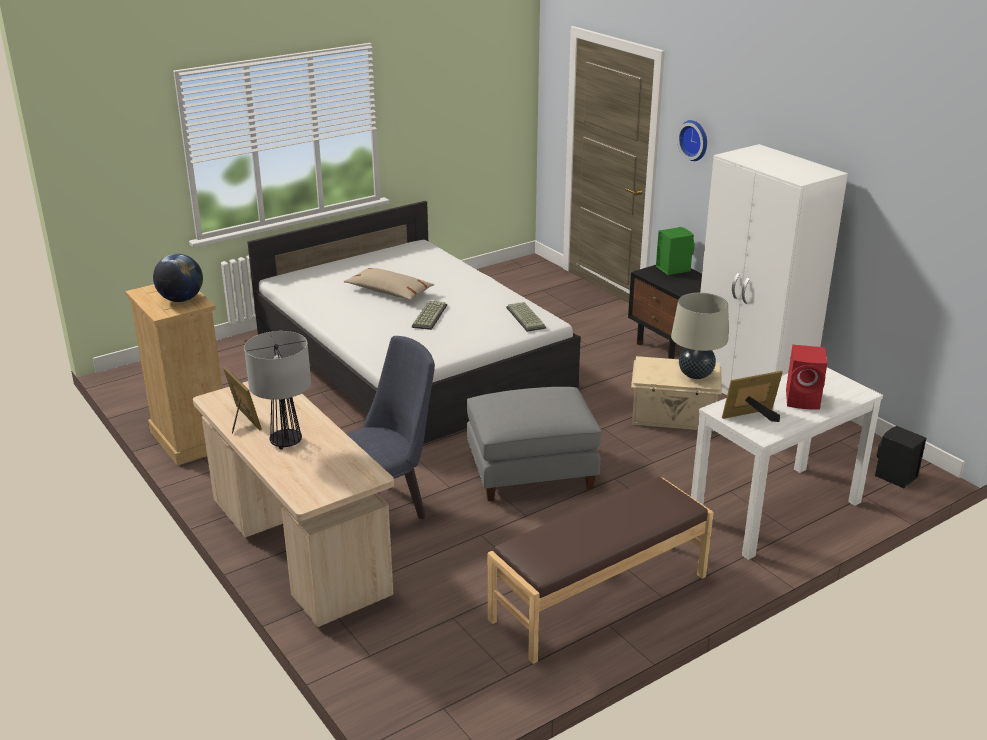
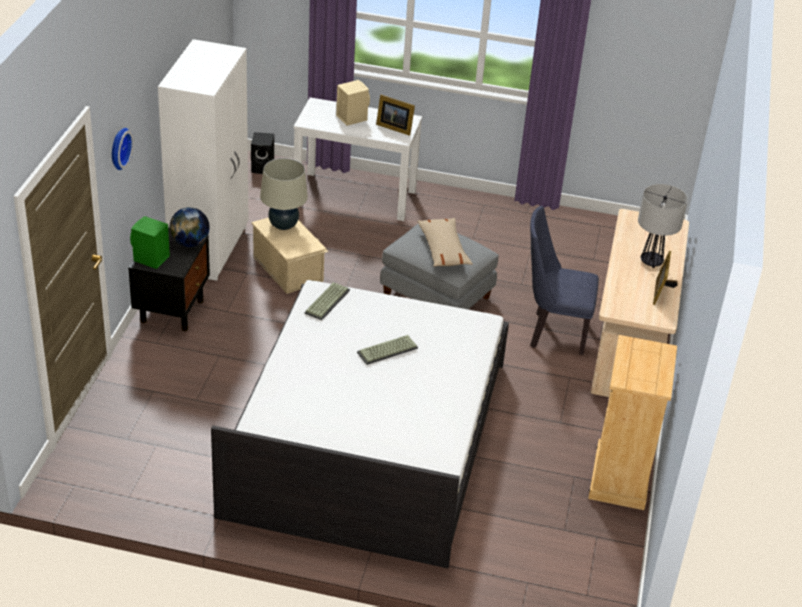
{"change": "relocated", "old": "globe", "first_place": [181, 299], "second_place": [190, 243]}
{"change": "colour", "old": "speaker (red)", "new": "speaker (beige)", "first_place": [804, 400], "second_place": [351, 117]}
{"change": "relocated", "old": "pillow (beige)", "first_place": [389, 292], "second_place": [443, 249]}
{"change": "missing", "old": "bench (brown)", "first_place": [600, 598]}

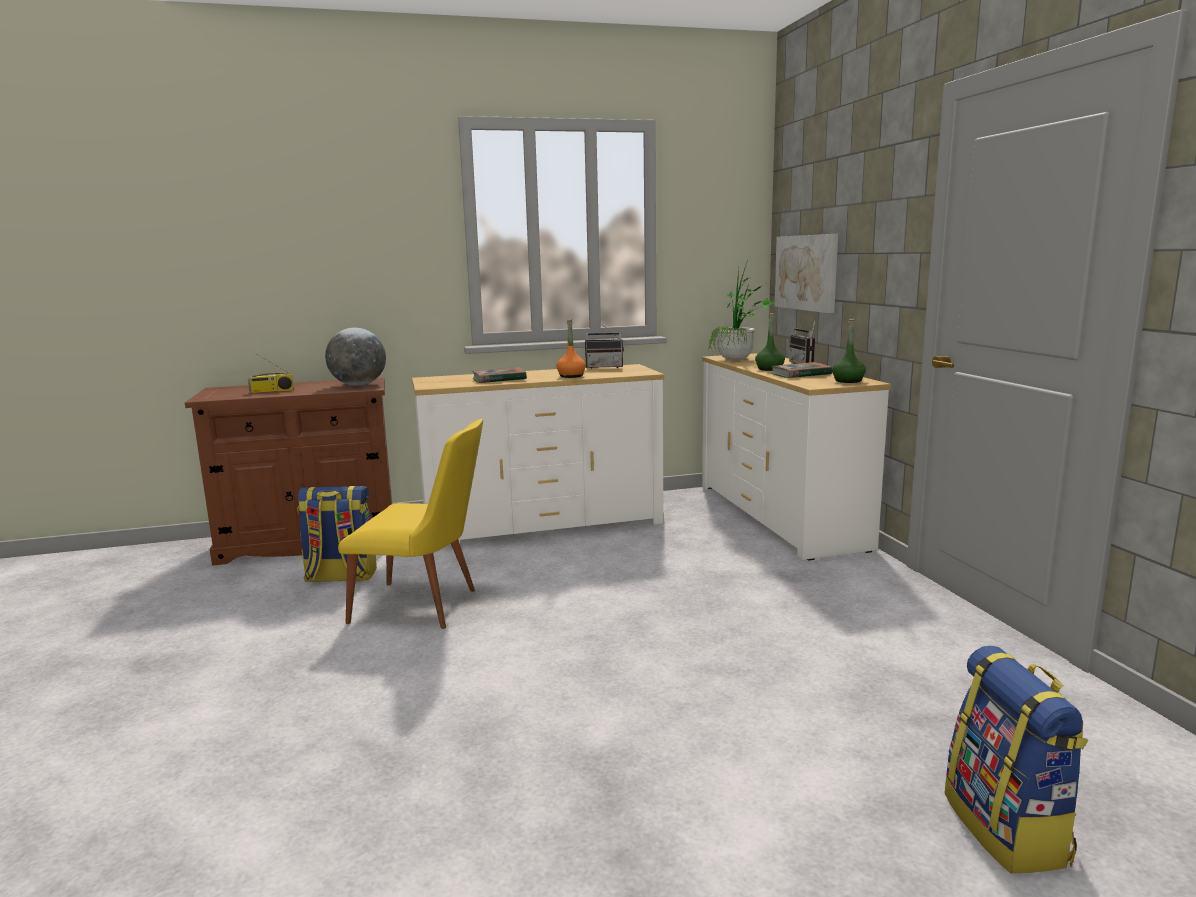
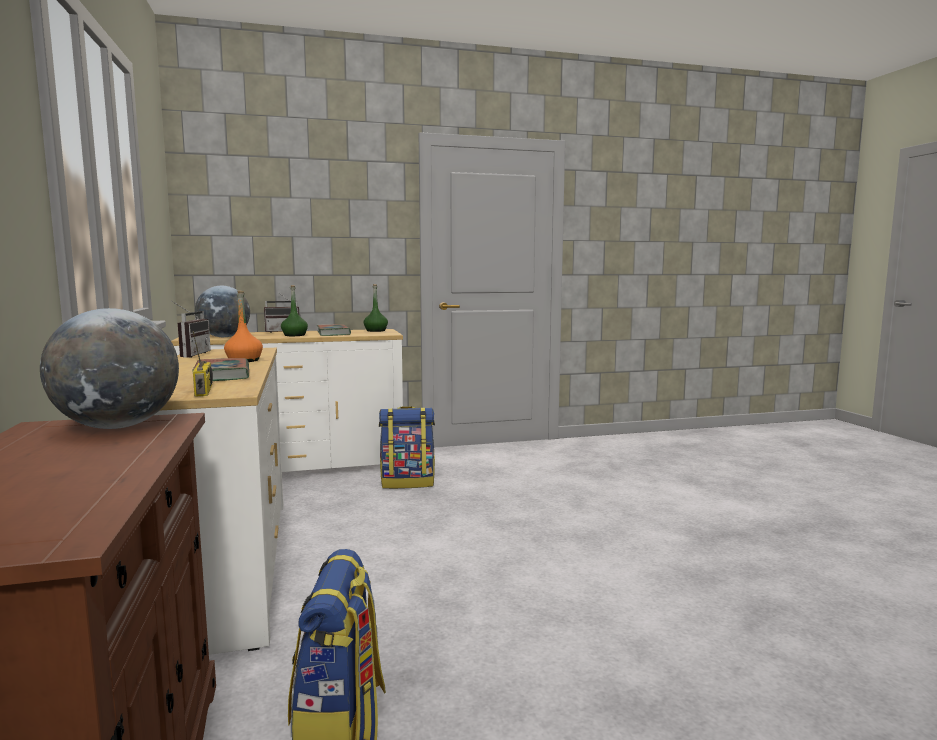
{"change": "relocated", "old": "radio", "first_place": [271, 391], "second_place": [204, 390]}
{"change": "exchanged", "old": "potted plant", "new": "globe", "first_place": [738, 360], "second_place": [224, 337]}
{"change": "relocated", "old": "backpack", "first_place": [1008, 829], "second_place": [408, 482]}
{"change": "missing", "old": "chair (yellow)", "first_place": [425, 607]}
{"change": "missing", "old": "picture", "first_place": [807, 272]}

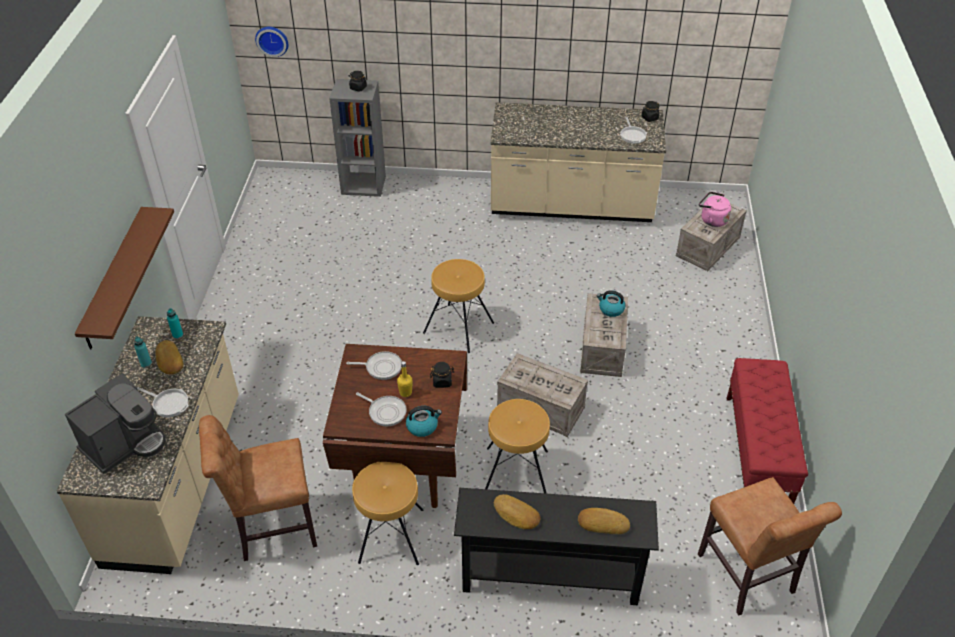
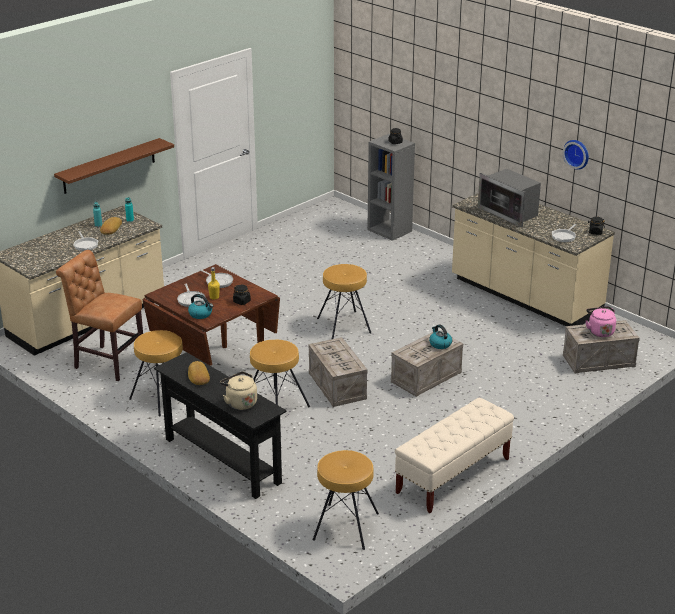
{"change": "exchanged", "old": "bread", "new": "kettle (beige)", "first_place": [603, 523], "second_place": [240, 403]}
{"change": "exchanged", "old": "chair (brown)", "new": "stool (brown)", "first_place": [748, 578], "second_place": [345, 526]}
{"change": "colour", "old": "bench (red)", "new": "bench (beige)", "first_place": [757, 451], "second_place": [453, 476]}
{"change": "appeared", "new": "microwave", "second_place": [509, 212]}
{"change": "relocated", "old": "wall clock", "first_place": [272, 40], "second_place": [577, 153]}
{"change": "missing", "old": "coffee machine", "first_place": [125, 443]}

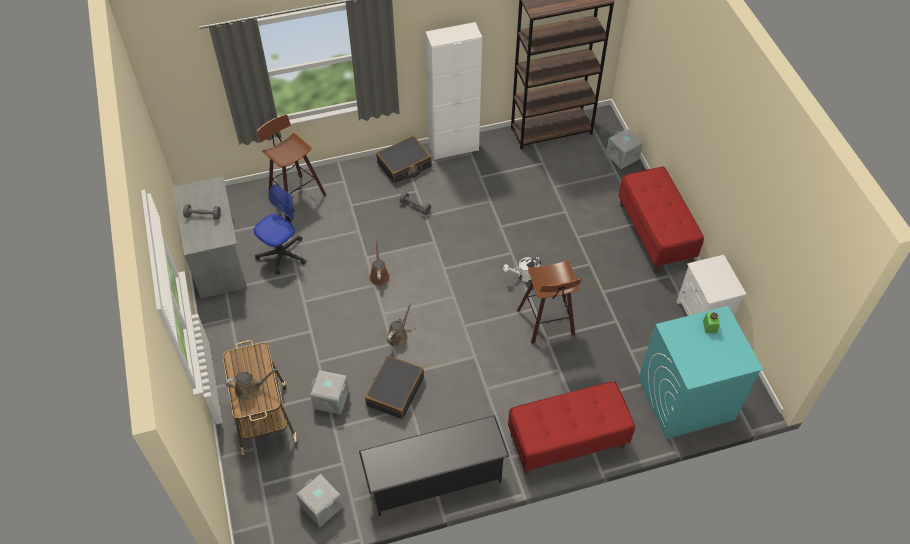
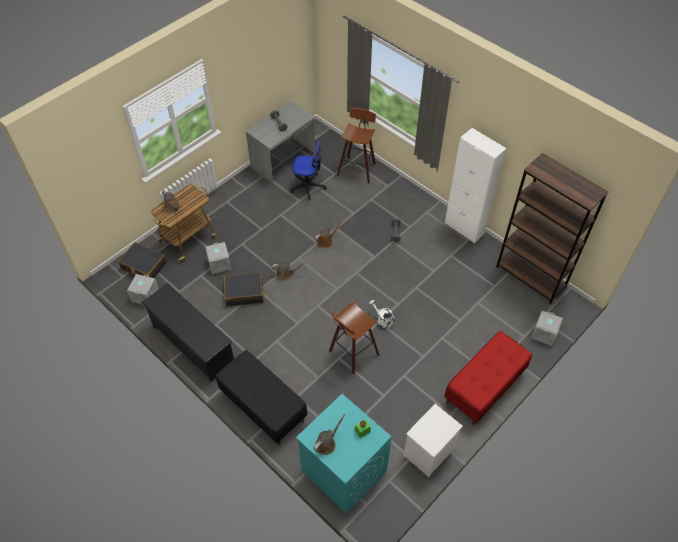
{"change": "relocated", "old": "suitcase (black)", "first_place": [404, 165], "second_place": [143, 266]}
{"change": "colour", "old": "bench (red)", "new": "bench (black)", "first_place": [567, 441], "second_place": [263, 407]}
{"change": "appeared", "new": "watering can (brown)", "second_place": [327, 443]}

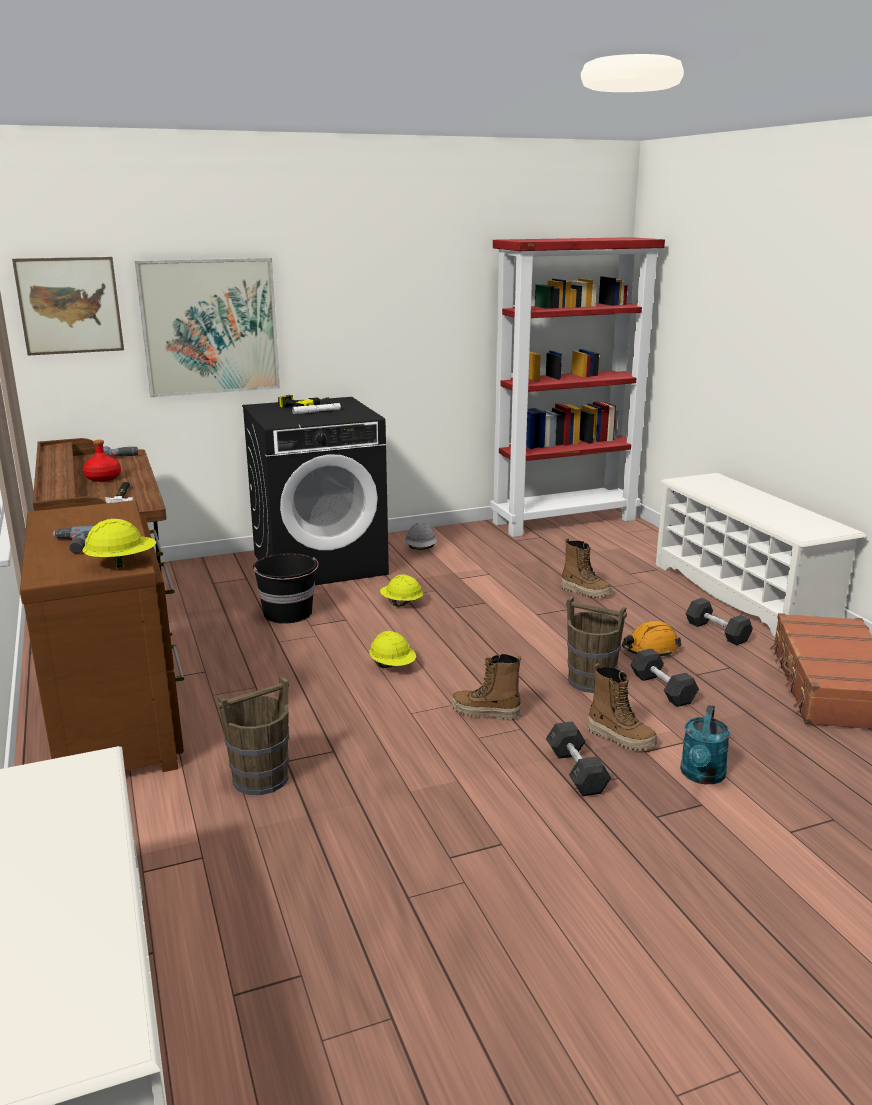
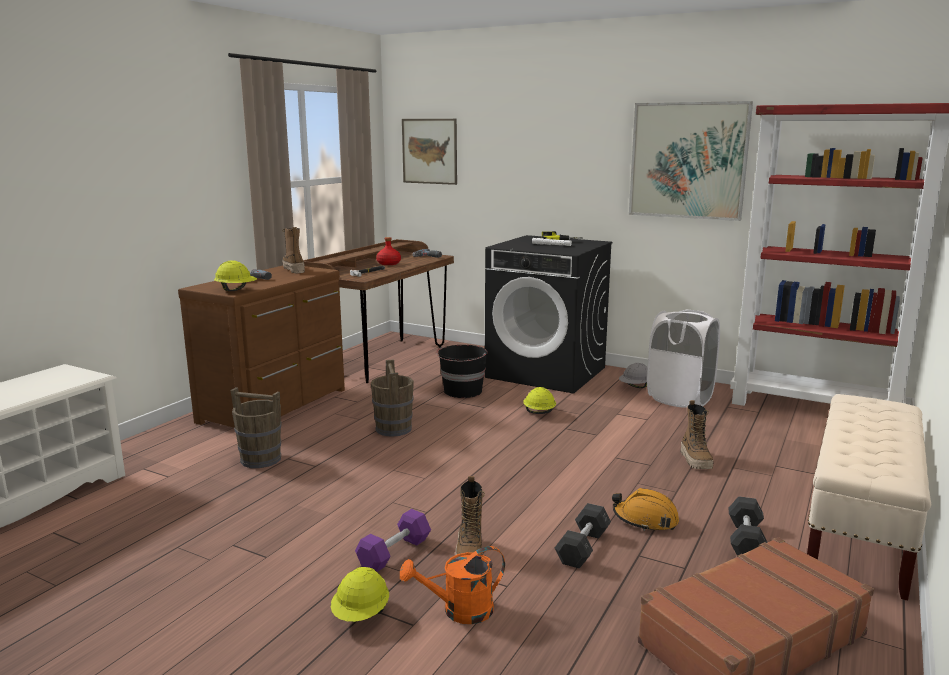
{"change": "relocated", "old": "boot", "first_place": [485, 713], "second_place": [293, 269]}
{"change": "relocated", "old": "hard hat (yellow)", "first_place": [393, 666], "second_place": [361, 615]}
{"change": "colour", "old": "dumbbell (grey)", "new": "dumbbell (purple)", "first_place": [576, 771], "second_place": [394, 553]}
{"change": "relocated", "old": "bucket (brown)", "first_place": [591, 681], "second_place": [393, 429]}
{"change": "colour", "old": "watering can (turquoise)", "new": "watering can (orange)", "first_place": [702, 776], "second_place": [459, 611]}
{"change": "relocated", "old": "picture", "first_place": [210, 327], "second_place": [688, 160]}
{"change": "appeared", "new": "laundry basket (white)", "second_place": [680, 398]}
{"change": "exchanged", "old": "shoe rack (white)", "new": "bench (beige)", "first_place": [742, 595], "second_place": [859, 529]}

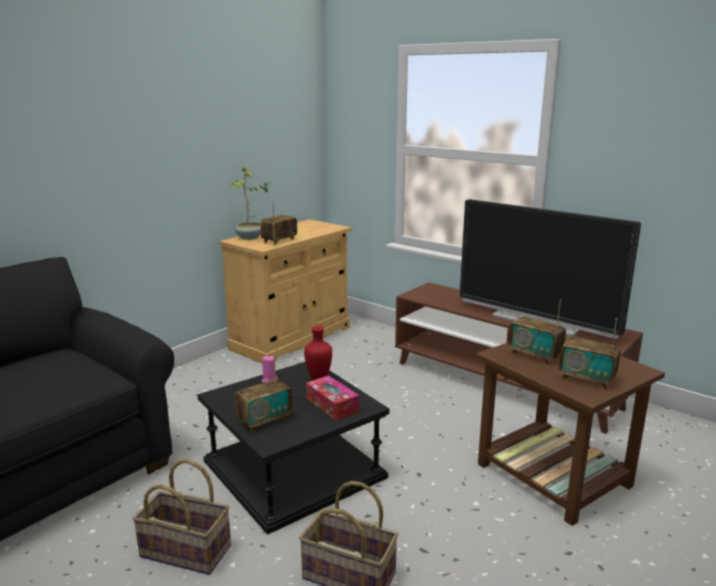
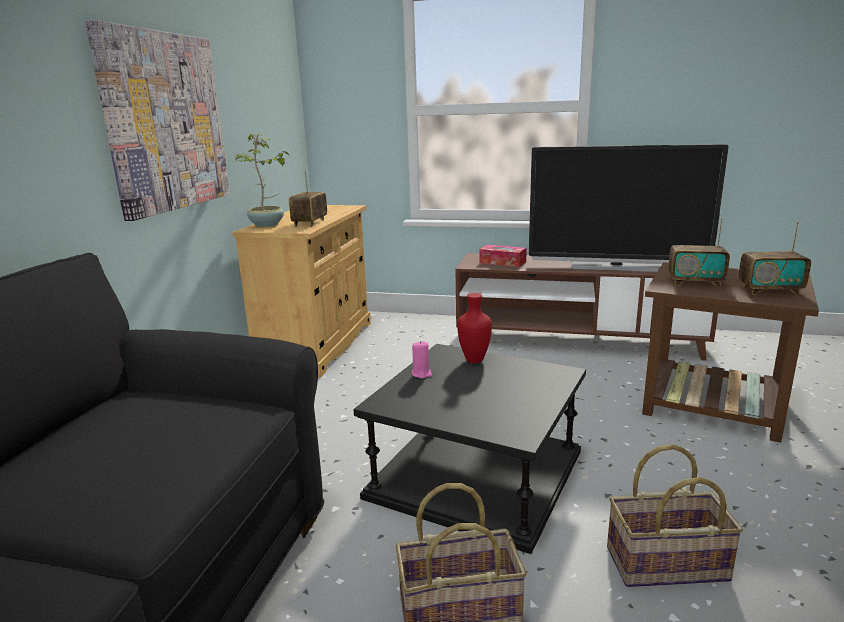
{"change": "appeared", "new": "picture", "second_place": [165, 122]}
{"change": "relocated", "old": "tissue box", "first_place": [332, 405], "second_place": [502, 262]}
{"change": "missing", "old": "radio", "first_place": [265, 420]}

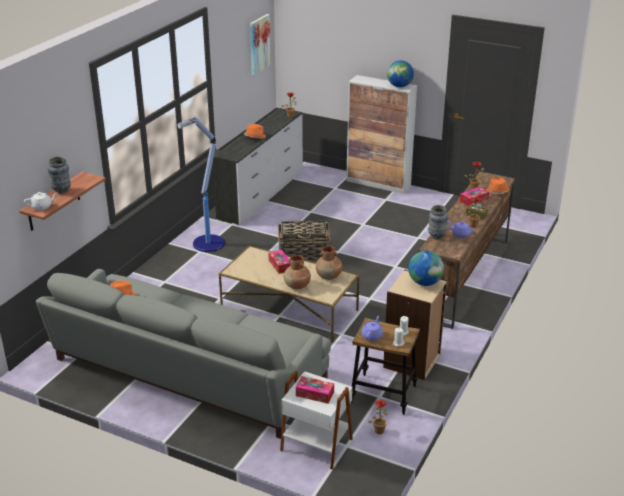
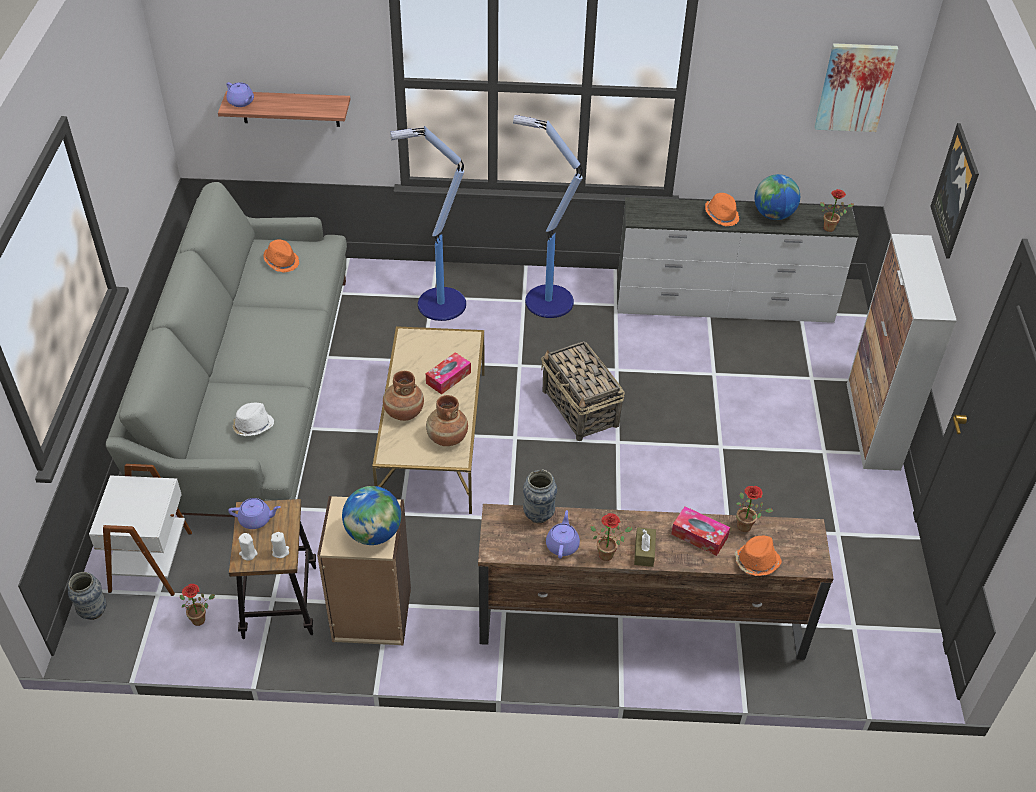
{"change": "relocated", "old": "vase", "first_place": [61, 191], "second_place": [93, 612]}
{"change": "colour", "old": "teapot (white)", "new": "teapot (purple)", "first_place": [42, 207], "second_place": [241, 102]}
{"change": "appeared", "new": "hat (white)", "second_place": [253, 426]}
{"change": "appeared", "new": "floor lamp", "second_place": [439, 304]}
{"change": "relocated", "old": "globe", "first_place": [399, 86], "second_place": [773, 215]}
{"change": "appeared", "new": "picture", "second_place": [956, 191]}
{"change": "missing", "old": "tissue box", "first_place": [315, 394]}

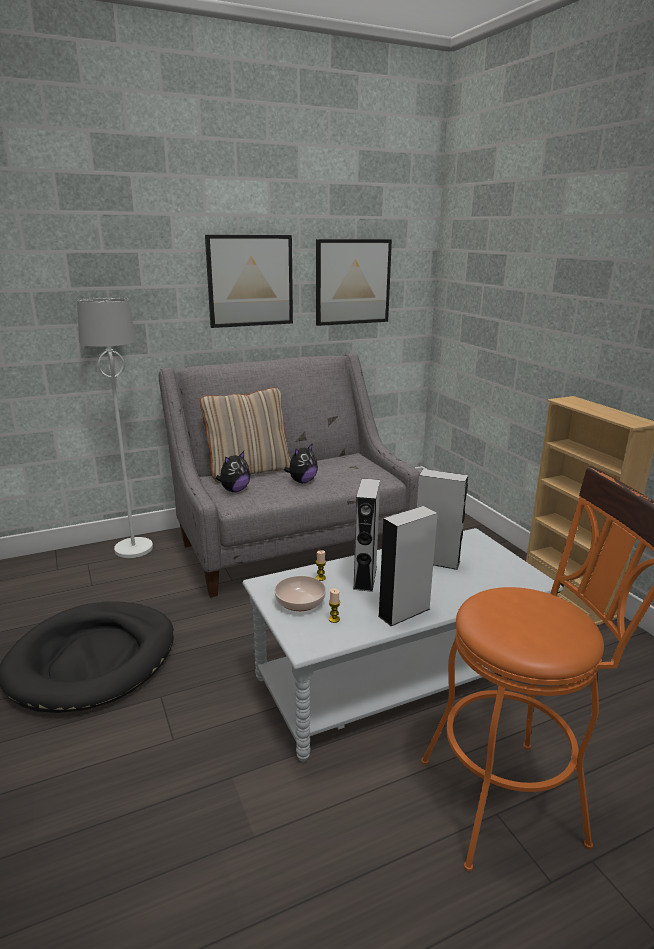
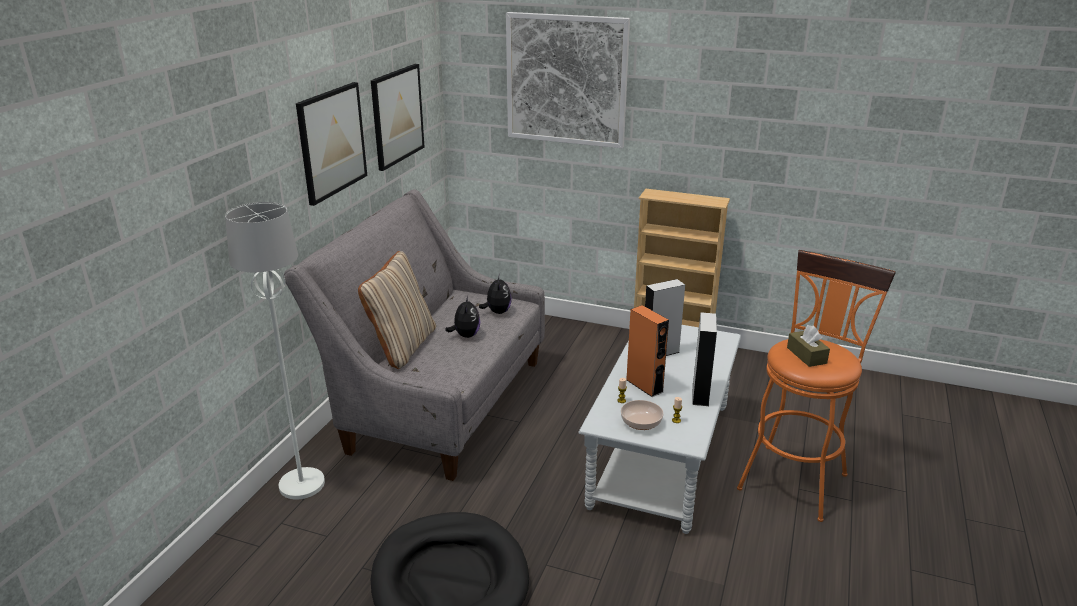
{"change": "relocated", "old": "plush toy", "first_place": [234, 490], "second_place": [497, 312]}
{"change": "appeared", "new": "picture", "second_place": [566, 80]}
{"change": "colour", "old": "speaker (grey)", "new": "speaker (orange)", "first_place": [365, 577], "second_place": [644, 385]}
{"change": "appeared", "new": "tissue box (brown)", "second_place": [806, 355]}

